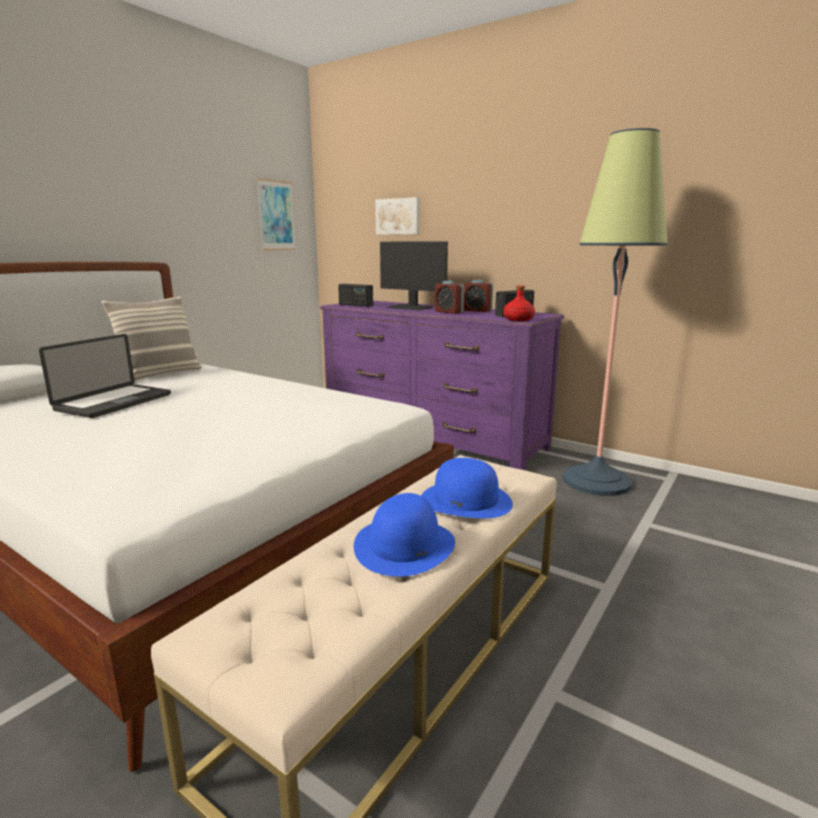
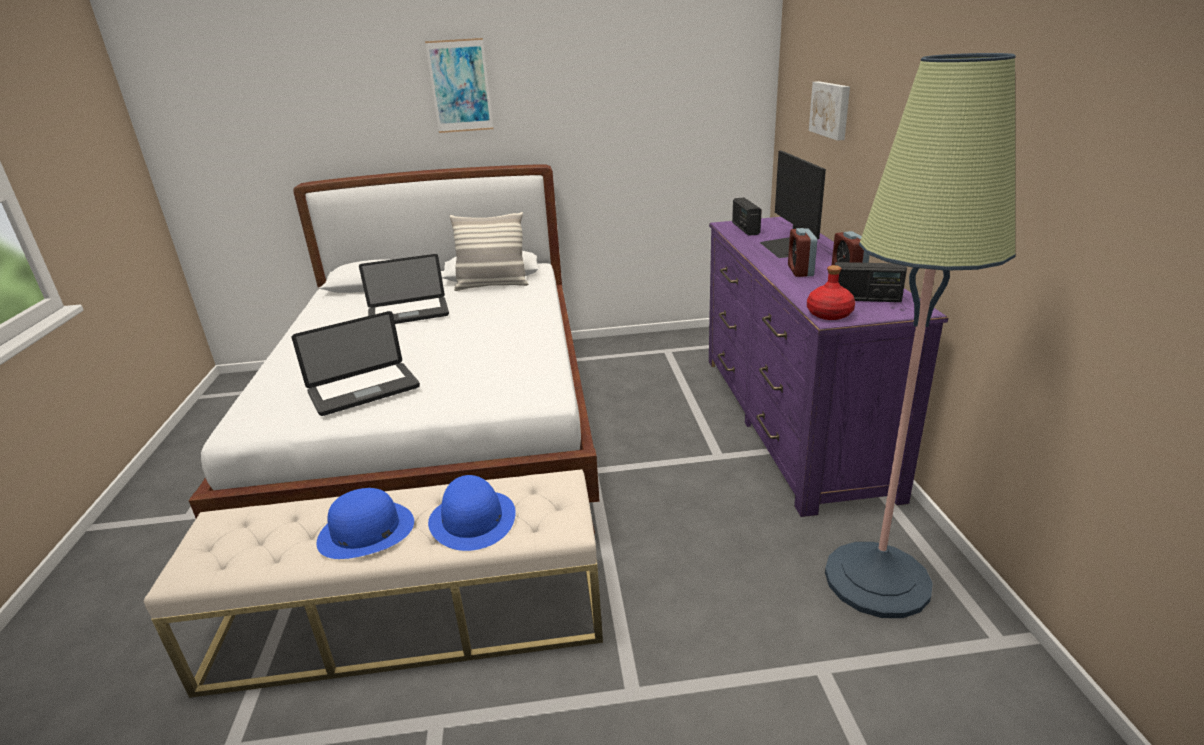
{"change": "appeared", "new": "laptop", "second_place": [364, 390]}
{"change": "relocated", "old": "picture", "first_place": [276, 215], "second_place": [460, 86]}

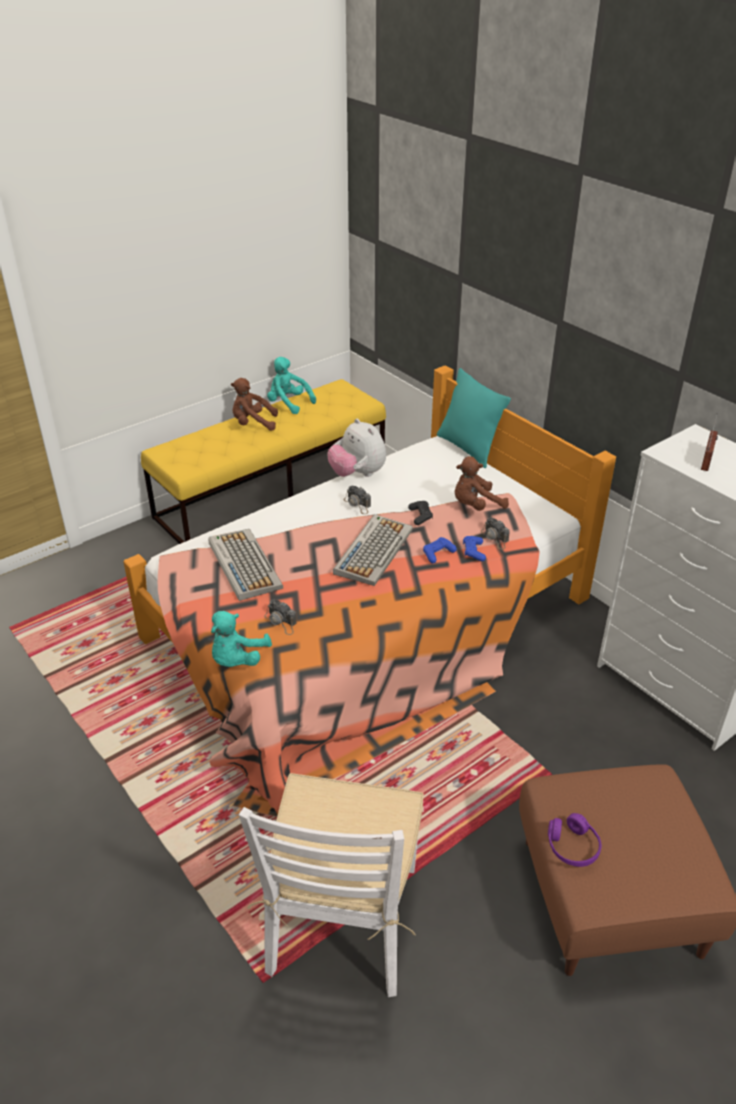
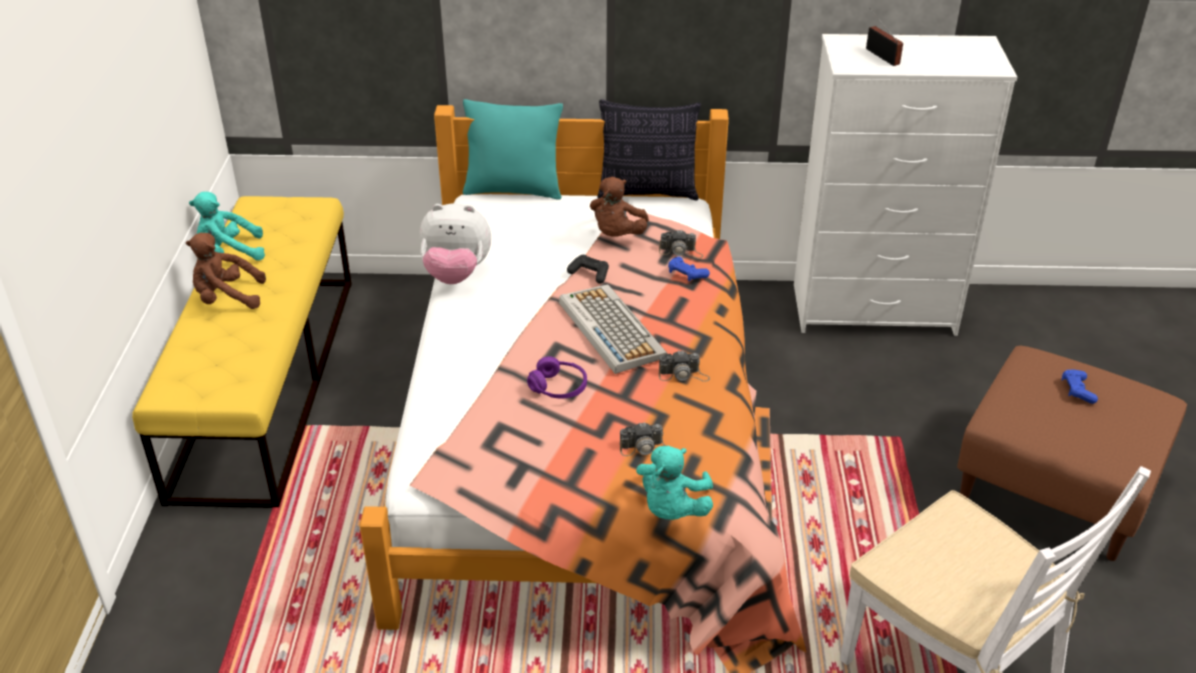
{"change": "spun", "old": "plush toy (brown)", "first_place": [253, 424], "second_place": [227, 298], "degrees": 45}
{"change": "relocated", "old": "headphones (purple)", "first_place": [572, 847], "second_place": [558, 387]}
{"change": "appeared", "new": "pillow", "second_place": [648, 192]}
{"change": "spun", "old": "plush toy (turquoise)", "first_place": [237, 660], "second_place": [672, 509], "degrees": 45}
{"change": "relocated", "old": "photo camera", "first_place": [358, 504], "second_place": [683, 375]}
{"change": "relocated", "old": "game controller (blue)", "first_place": [438, 554], "second_place": [1077, 390]}
{"change": "missing", "old": "keyboard", "first_place": [243, 564]}

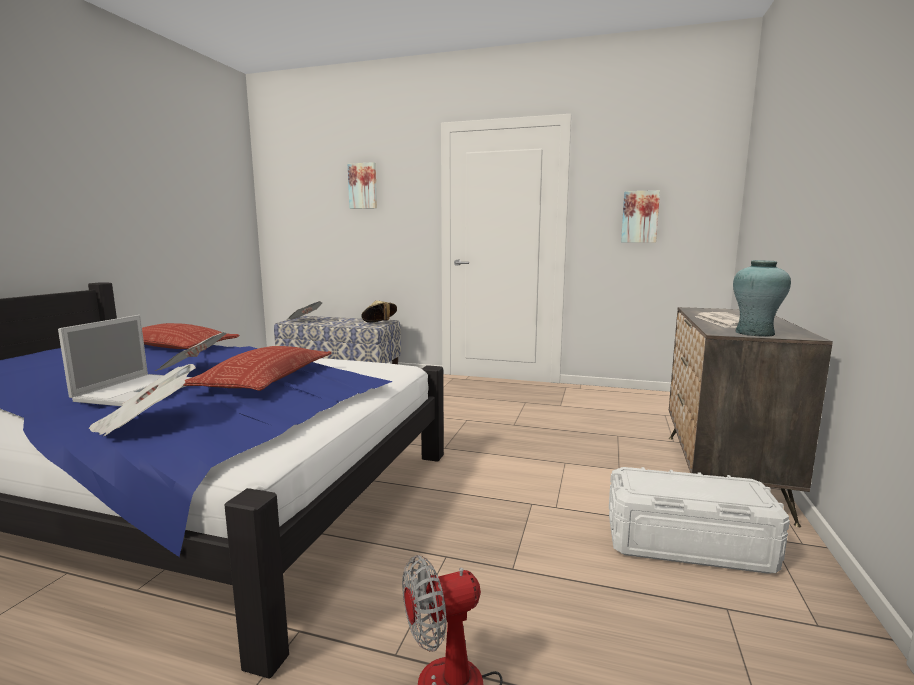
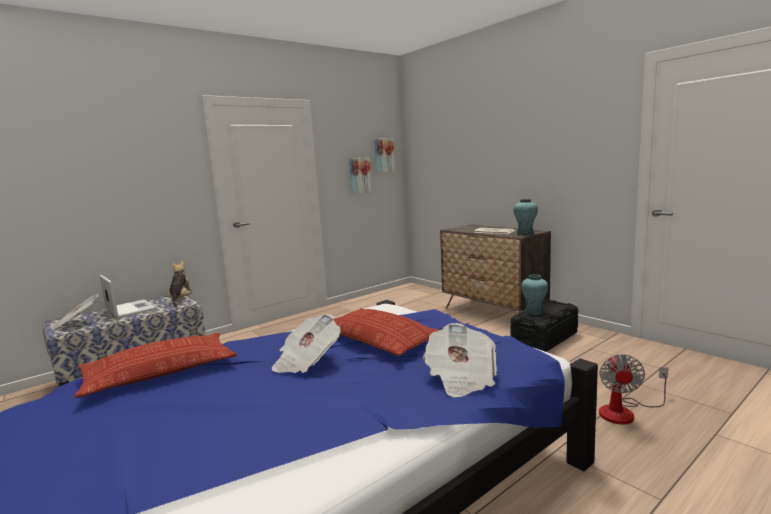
{"change": "relocated", "old": "laptop", "first_place": [139, 390], "second_place": [130, 309]}
{"change": "exchanged", "old": "hat (beige)", "new": "plush toy", "first_place": [379, 324], "second_place": [181, 300]}
{"change": "relocated", "old": "picture", "first_place": [363, 186], "second_place": [383, 155]}
{"change": "colour", "old": "storage box (white)", "new": "storage box (black)", "first_place": [687, 544], "second_place": [544, 339]}
{"change": "appeared", "new": "vase (turquoise)", "second_place": [534, 312]}

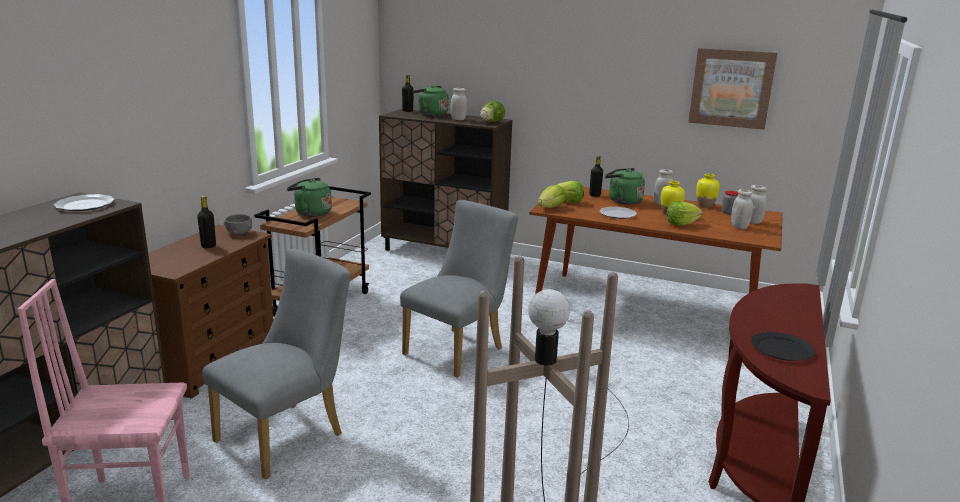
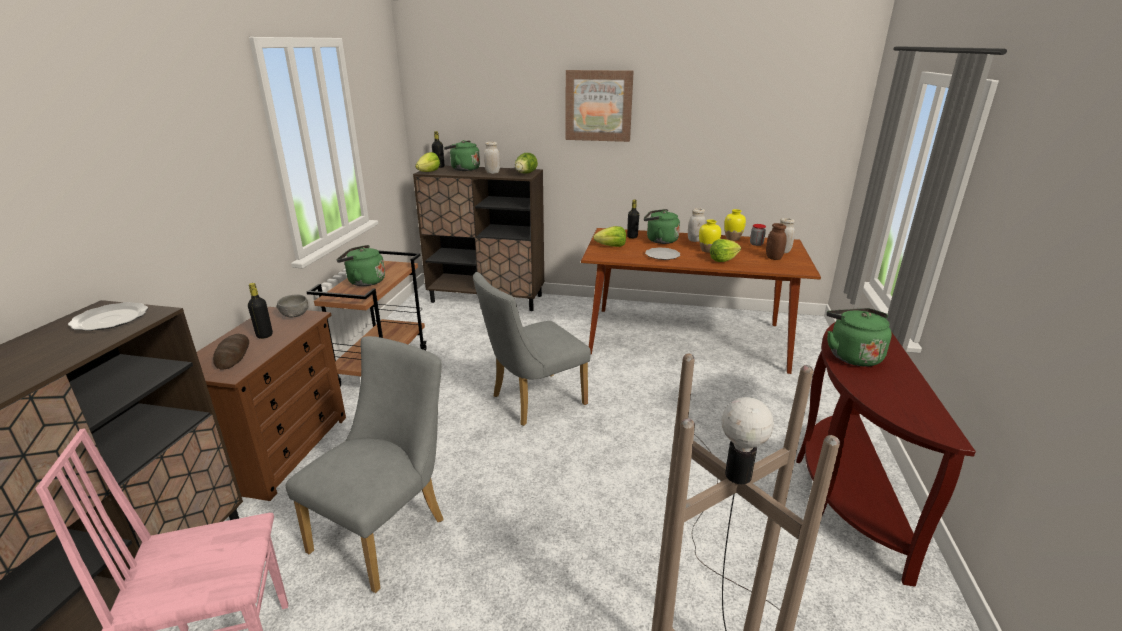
{"change": "appeared", "new": "bread", "second_place": [232, 354]}
{"change": "relocated", "old": "lettuce", "first_place": [550, 208], "second_place": [429, 172]}
{"change": "spun", "old": "chair (grey)", "first_place": [459, 349], "second_place": [532, 401], "degrees": -150}
{"change": "relocated", "old": "picture", "first_place": [731, 88], "second_place": [598, 106]}
{"change": "colour", "old": "jar (white)", "new": "jar (brown)", "first_place": [739, 227], "second_place": [773, 258]}
{"change": "appeared", "new": "kettle (green)", "second_place": [852, 355]}
{"change": "missing", "old": "plate (black)", "first_place": [781, 349]}

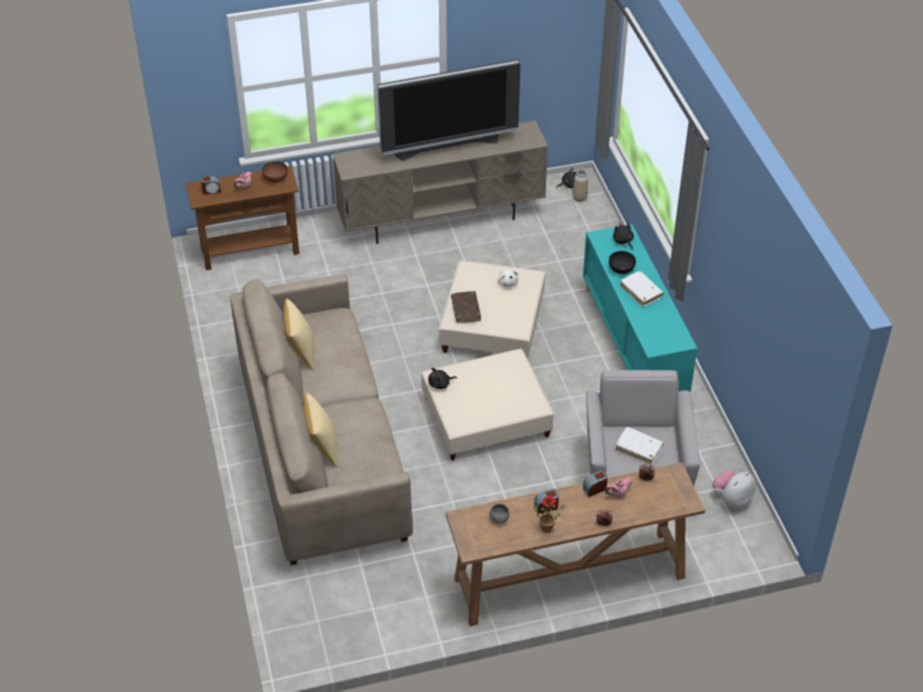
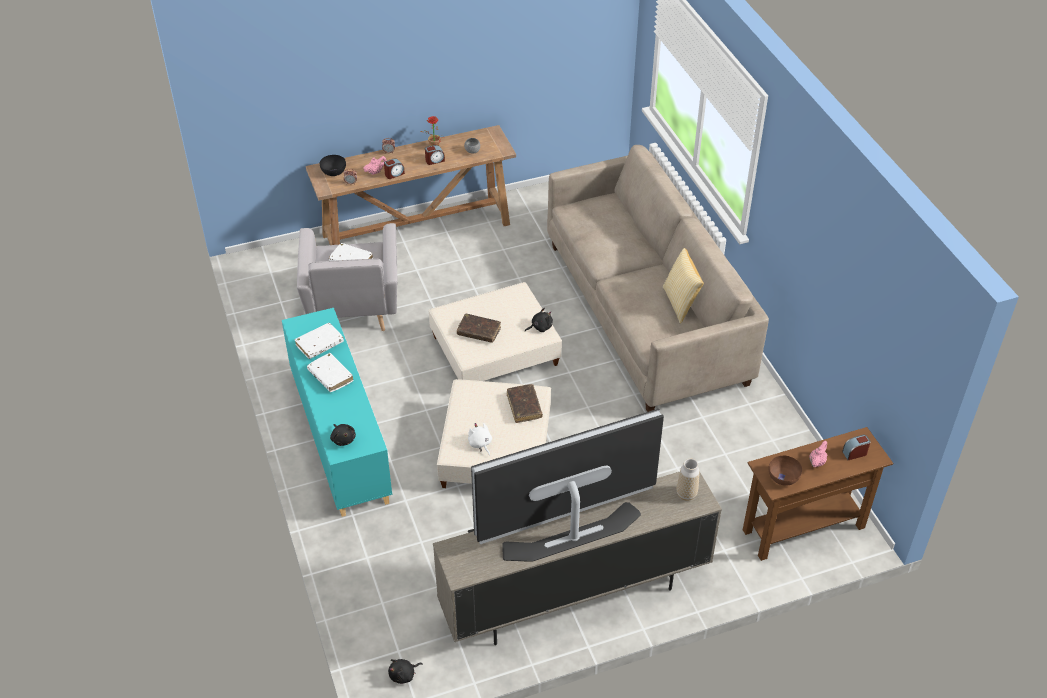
{"change": "appeared", "new": "book (white)", "second_place": [319, 344]}
{"change": "relocated", "old": "bowl (black)", "first_place": [621, 269], "second_place": [333, 172]}
{"change": "appeared", "new": "book (brown)", "second_place": [479, 332]}
{"change": "relocated", "old": "vase", "first_place": [579, 198], "second_place": [686, 494]}
{"change": "missing", "old": "pillow", "first_place": [322, 447]}
{"change": "missing", "old": "plush toy", "first_place": [732, 499]}

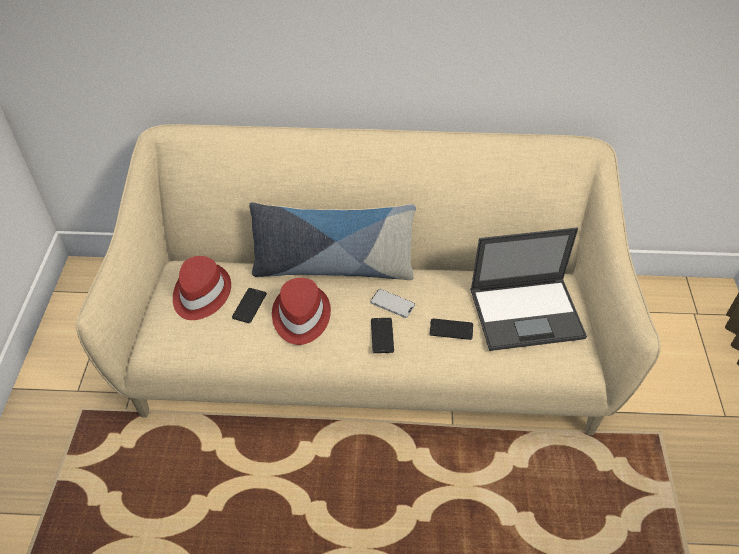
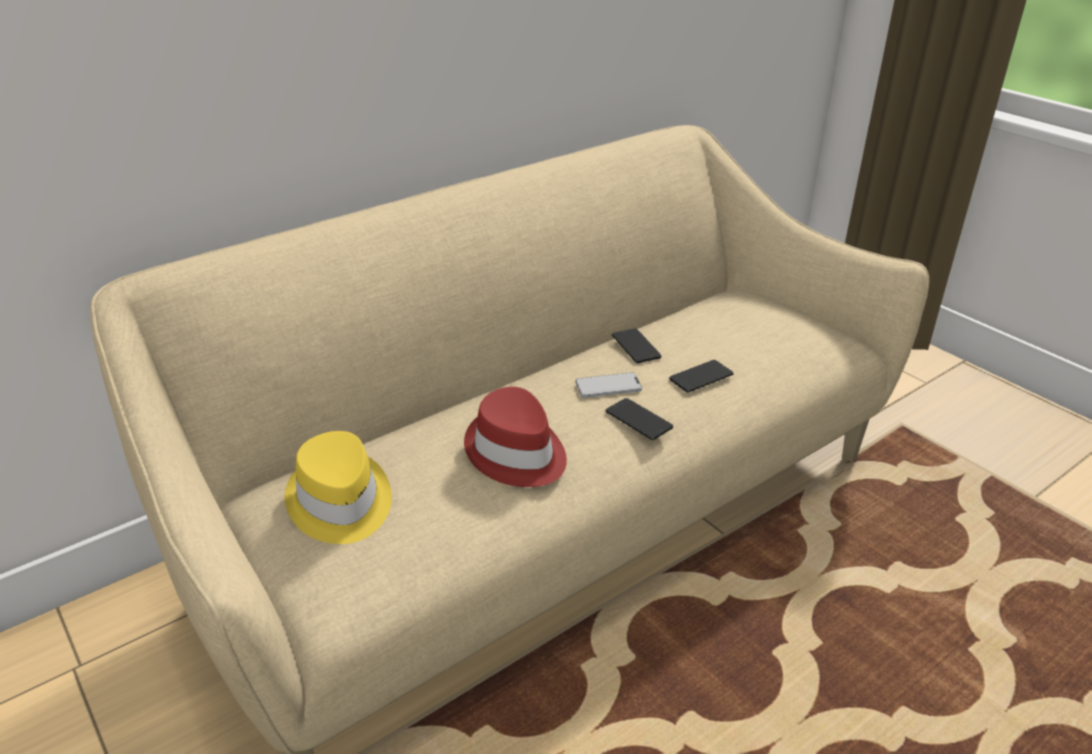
{"change": "colour", "old": "hat (red)", "new": "hat (yellow)", "first_place": [200, 294], "second_place": [339, 502]}
{"change": "relocated", "old": "phone", "first_place": [249, 305], "second_place": [636, 346]}
{"change": "missing", "old": "pillow", "first_place": [333, 268]}
{"change": "missing", "old": "laptop", "first_place": [527, 313]}

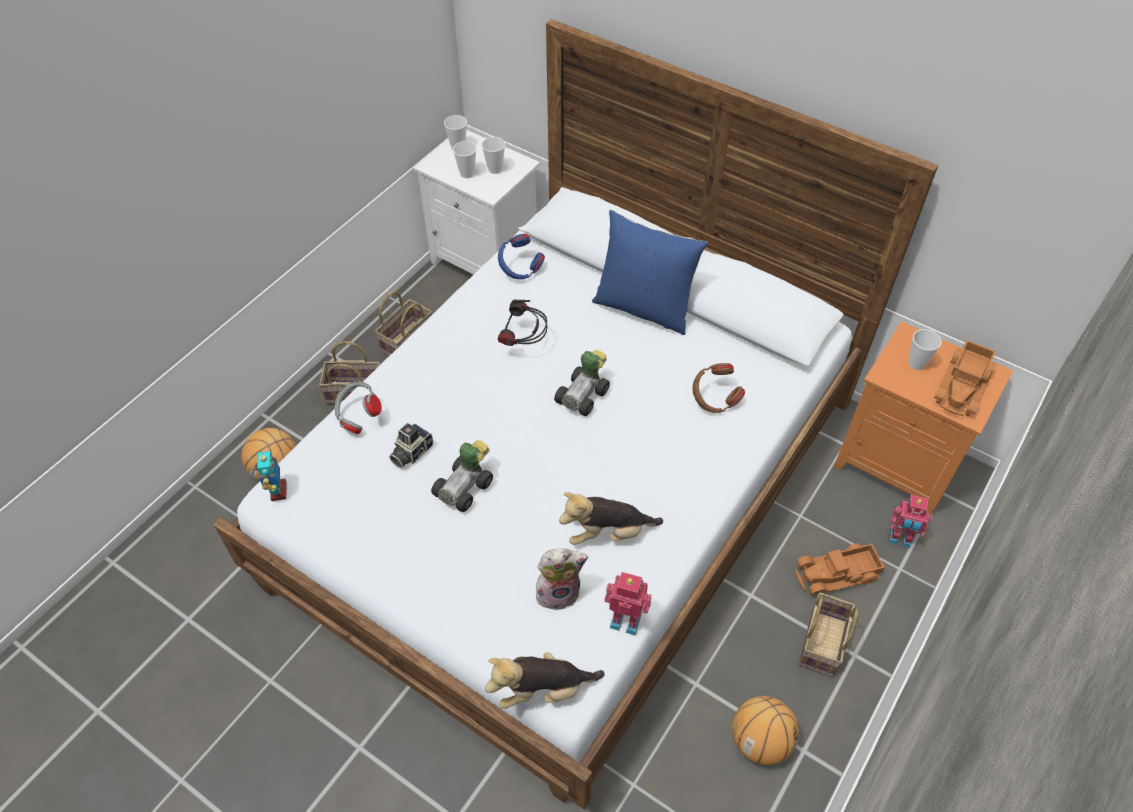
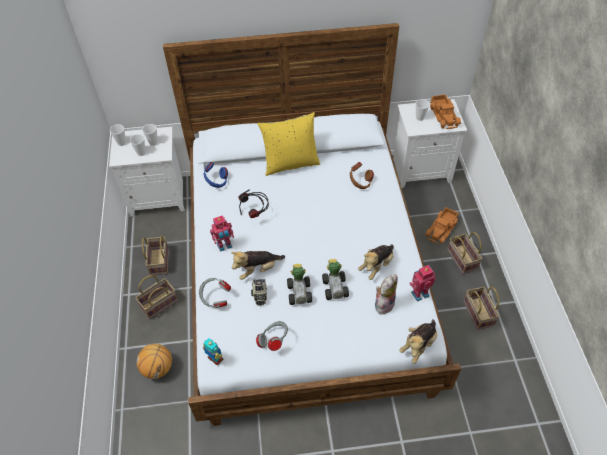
{"change": "relocated", "old": "toy robot", "first_place": [900, 539], "second_place": [224, 246]}
{"change": "appeared", "new": "plush toy", "second_place": [258, 269]}
{"change": "appeared", "new": "headphones (grey)", "second_place": [274, 340]}
{"change": "colour", "old": "pillow (blue)", "new": "pillow (yellow)", "first_place": [644, 307], "second_place": [290, 163]}
{"change": "relocated", "old": "toy car", "first_place": [585, 395], "second_place": [335, 286]}
{"change": "colour", "old": "nightstand (orange)", "new": "nightstand (white)", "first_place": [899, 463], "second_place": [421, 169]}
{"change": "exchanged", "old": "basketball", "new": "basket", "first_place": [760, 740], "second_place": [477, 313]}

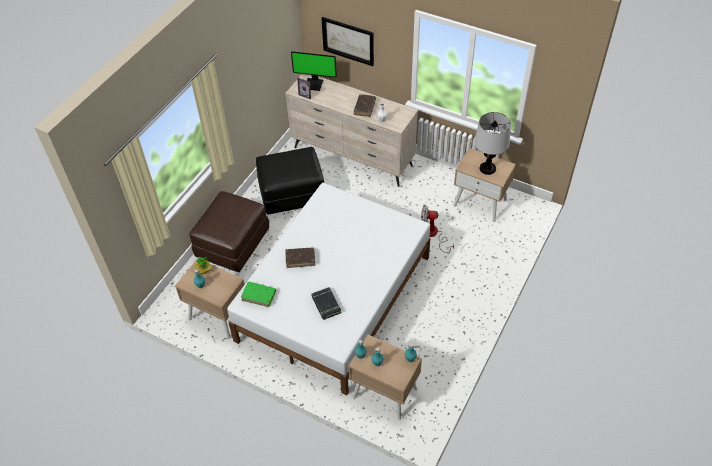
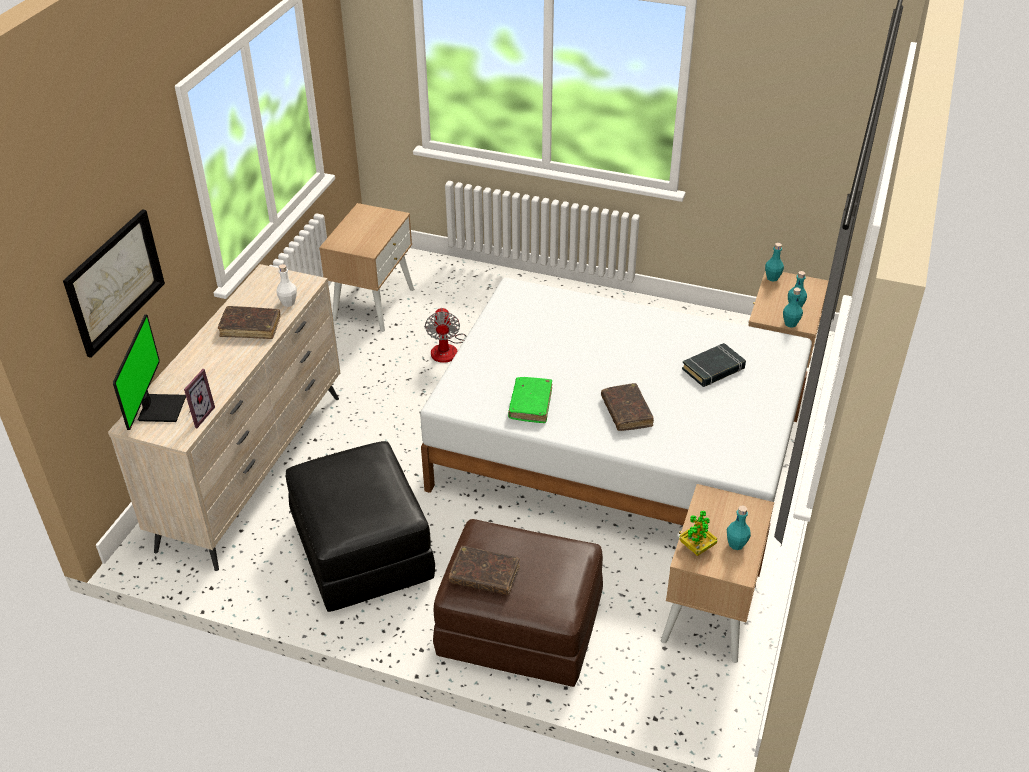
{"change": "appeared", "new": "book (brown)", "second_place": [484, 575]}
{"change": "relocated", "old": "book (green)", "first_place": [259, 296], "second_place": [530, 404]}
{"change": "missing", "old": "table lamp", "first_place": [488, 168]}

